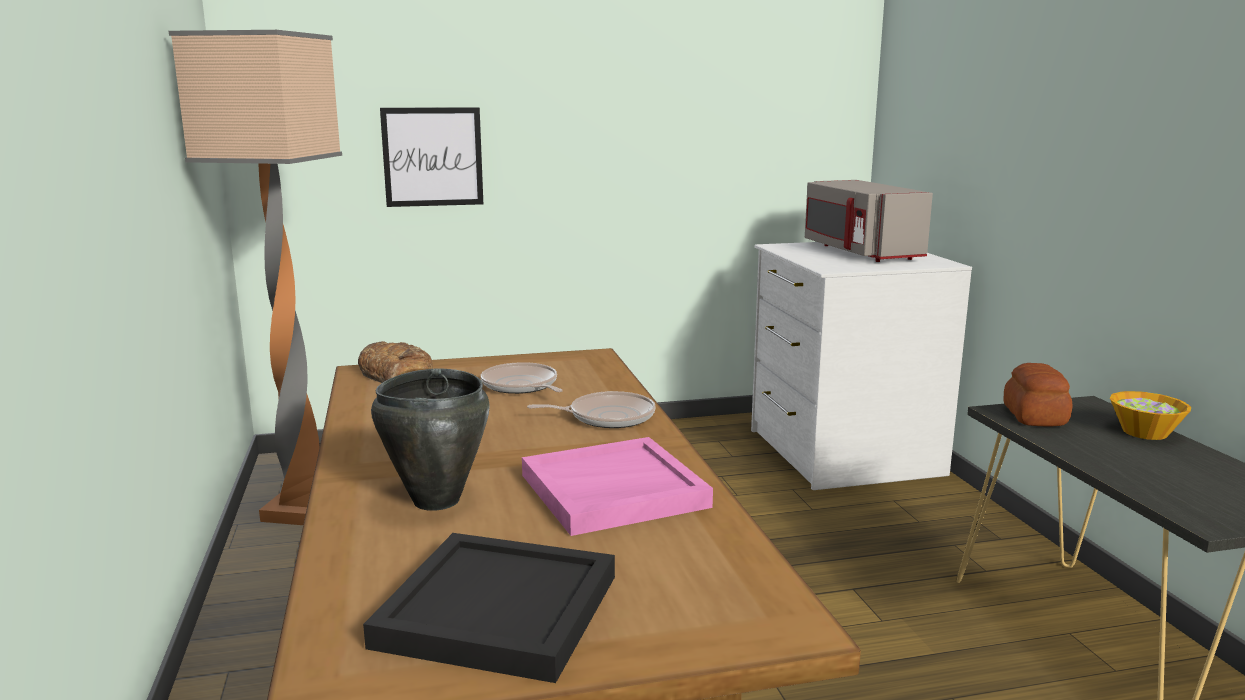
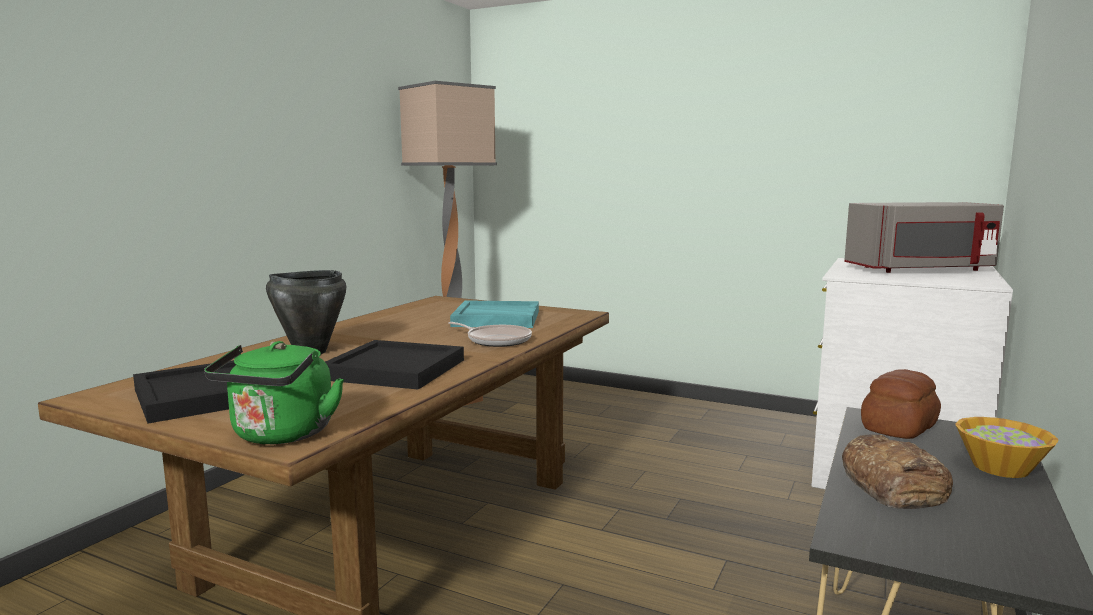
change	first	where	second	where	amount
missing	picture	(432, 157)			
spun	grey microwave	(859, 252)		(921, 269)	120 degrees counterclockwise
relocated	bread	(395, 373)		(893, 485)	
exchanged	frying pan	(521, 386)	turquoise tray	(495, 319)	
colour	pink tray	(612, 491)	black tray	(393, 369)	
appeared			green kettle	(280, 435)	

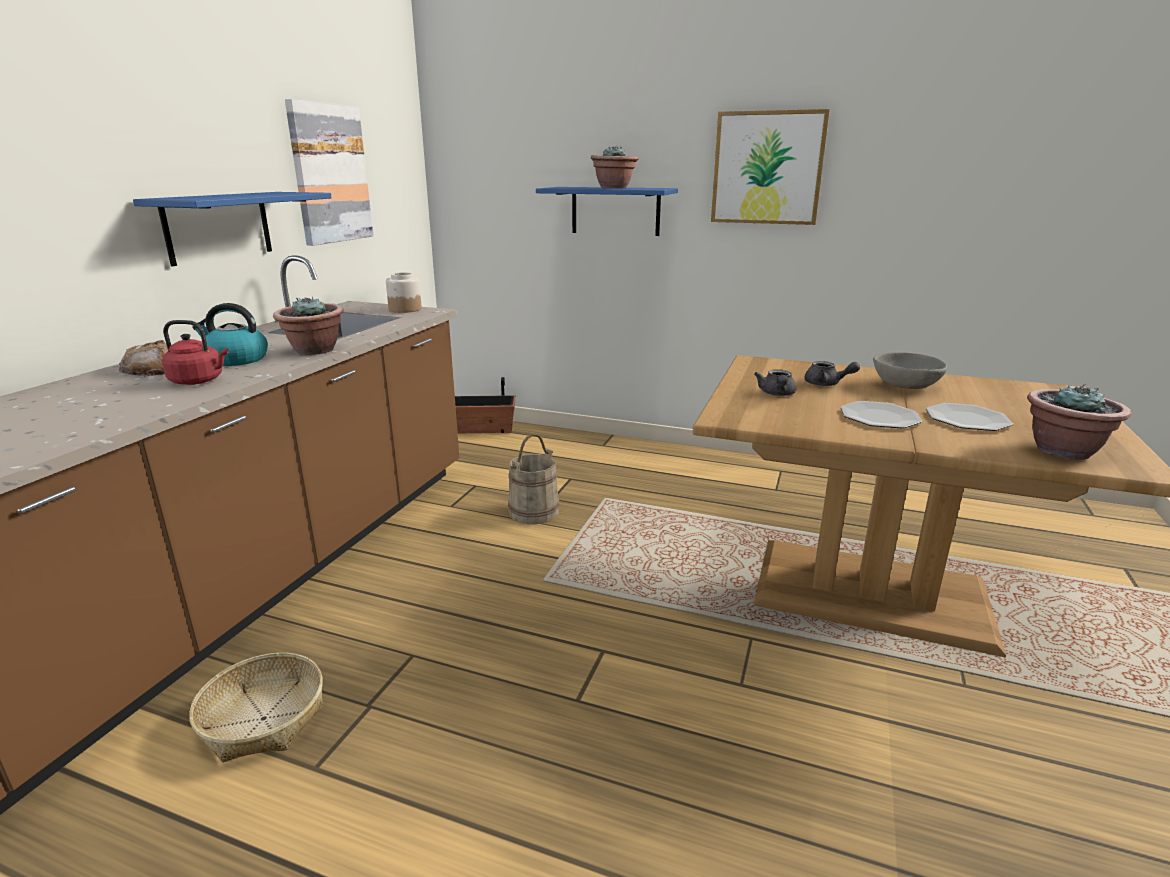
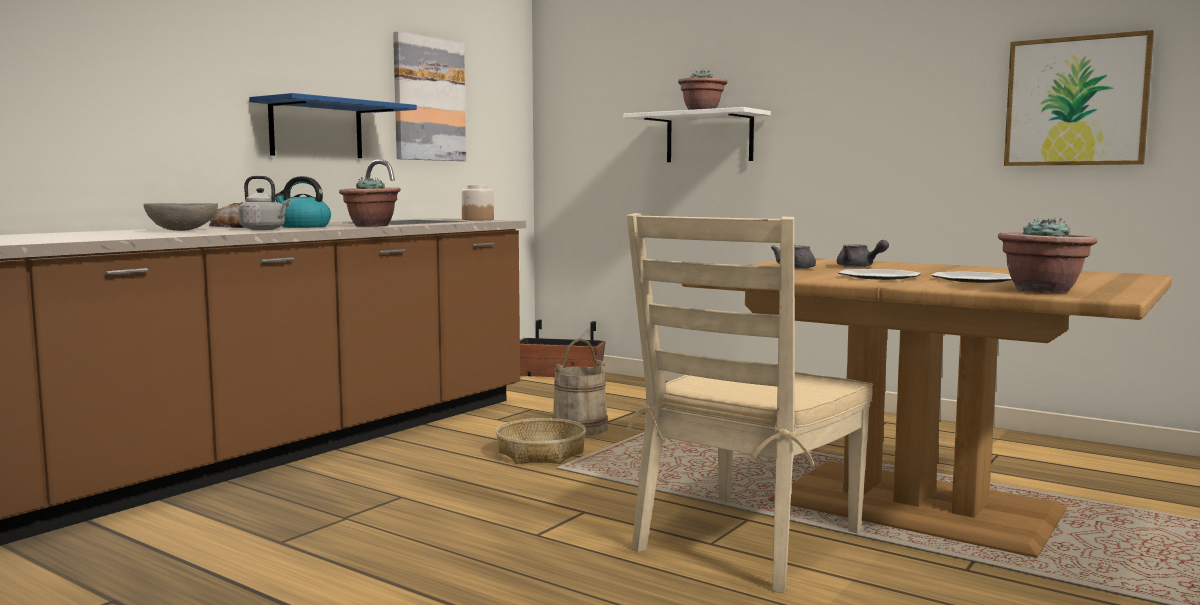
change	first	where	second	where	amount
relocated	picture	(767, 168)		(1076, 101)	
colour	blue shelf	(615, 211)	white shelf	(709, 137)	
colour	red kettle	(199, 381)	grey kettle	(265, 229)	
relocated	grey bowl	(905, 386)		(182, 230)	
relocated	basket	(263, 718)		(540, 453)	
appeared			beige chair	(747, 542)	

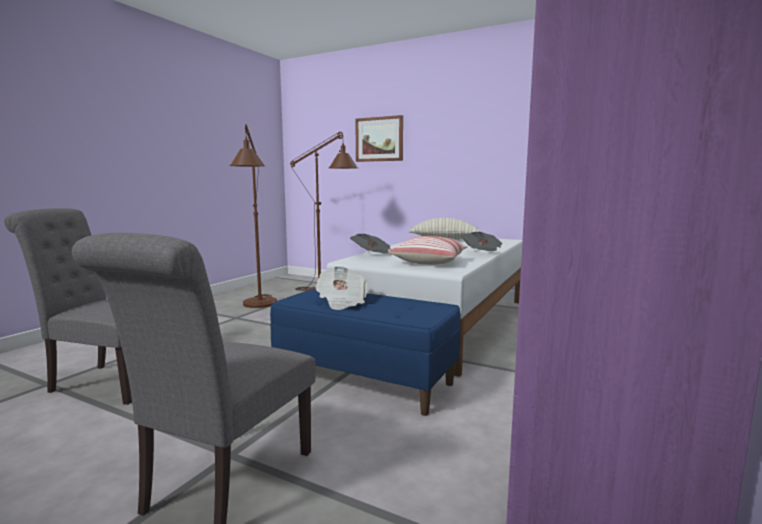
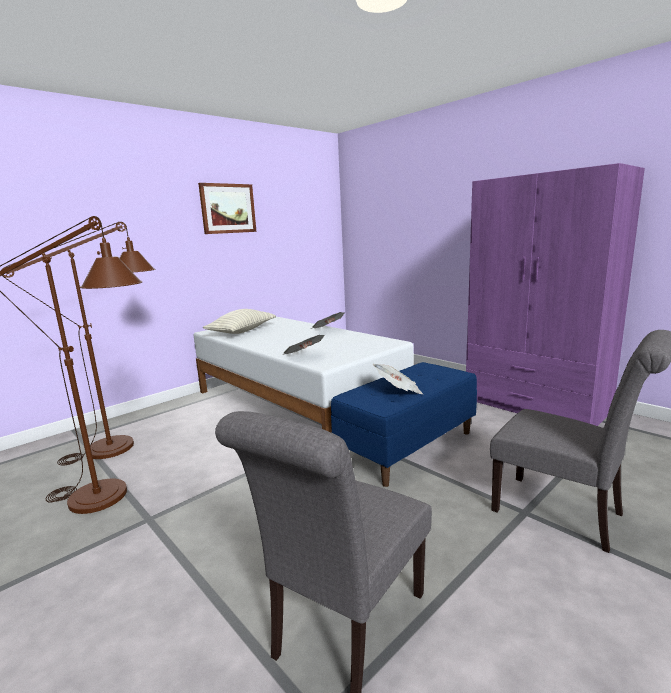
change	first	where	second	where	amount
relocated	picture	(379, 139)		(228, 208)	
missing	pillow	(429, 262)			

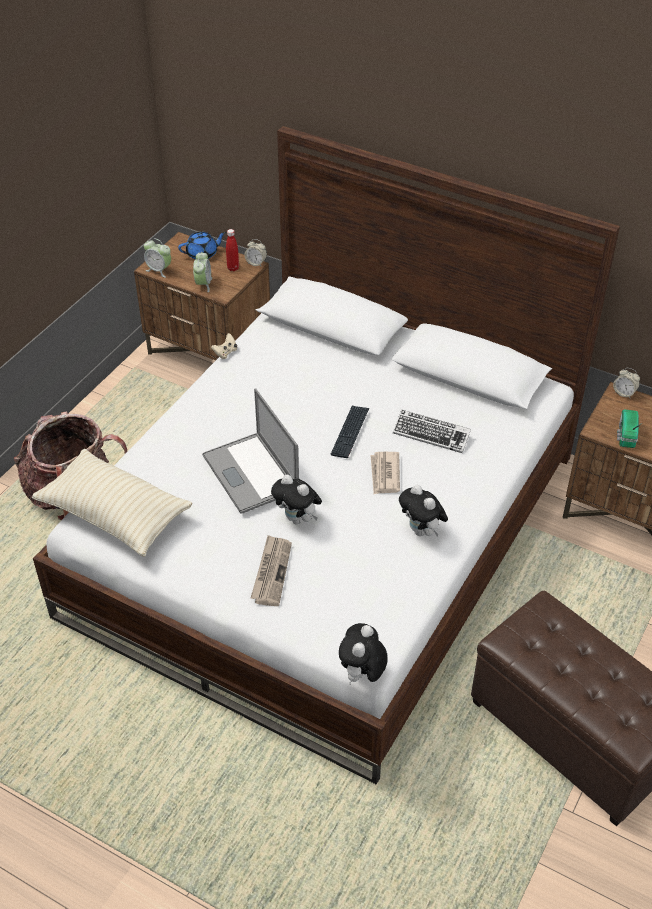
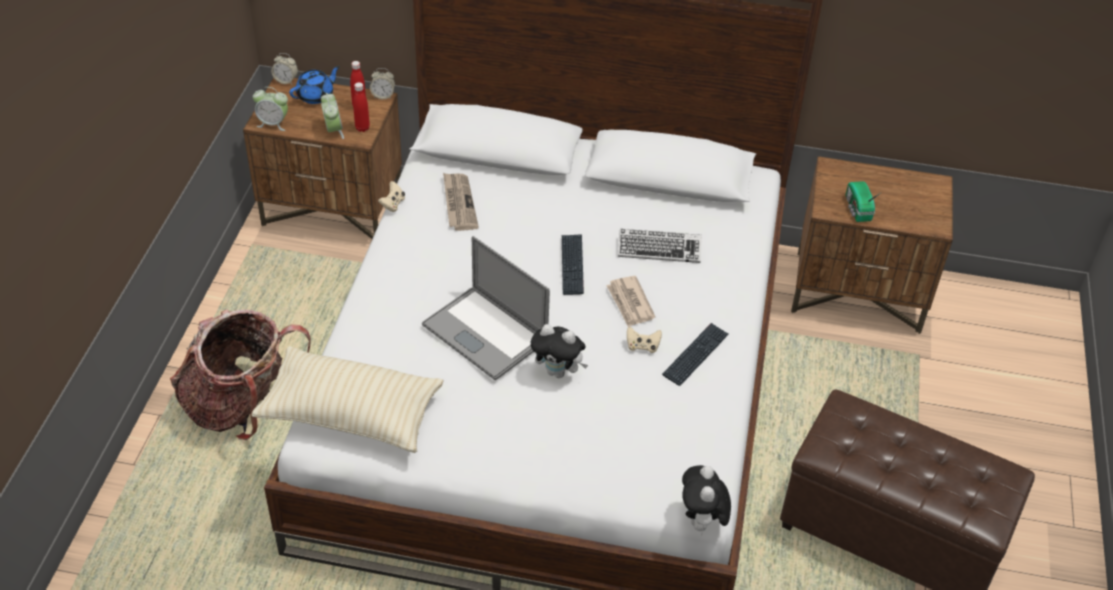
change	first	where	second	where	amount
relocated	alarm clock	(624, 393)		(286, 80)	
exchanged	plush toy	(422, 531)	keyboard	(695, 355)	
relocated	newspaper	(271, 572)		(458, 203)	
appeared			red bottle	(362, 128)	
appeared			beige game controller	(642, 346)	

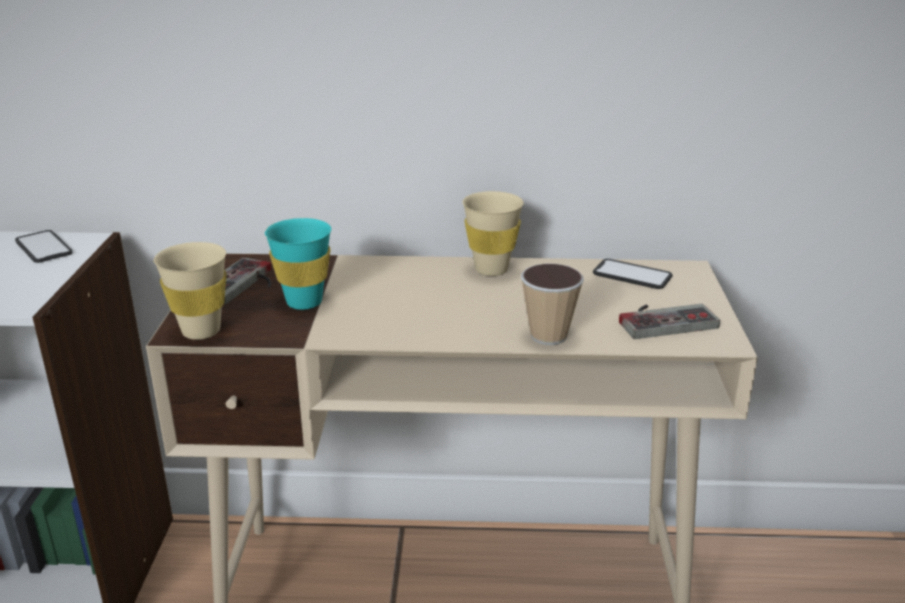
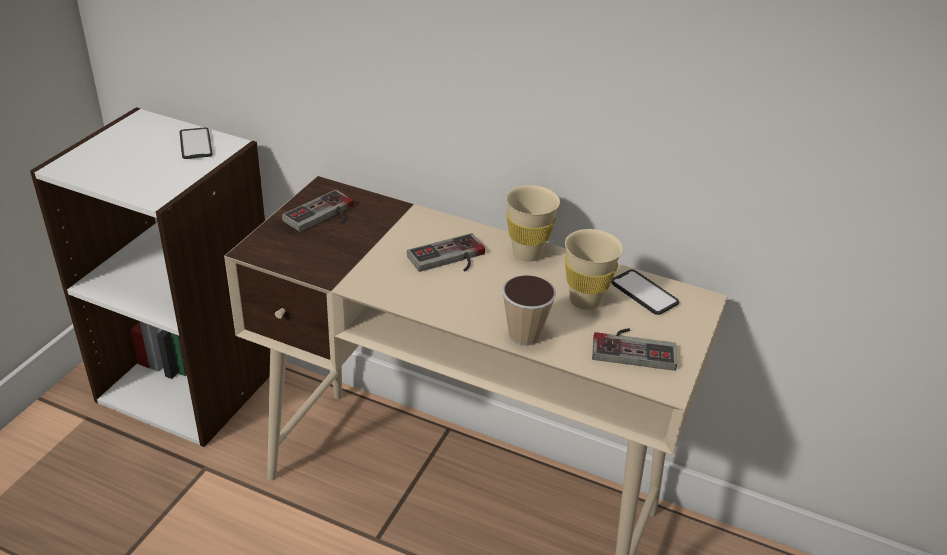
change	first	where	second	where	amount
missing	turquoise cup	(304, 302)			
relocated	beige cup	(201, 331)		(585, 301)	
appeared			game controller	(450, 259)	

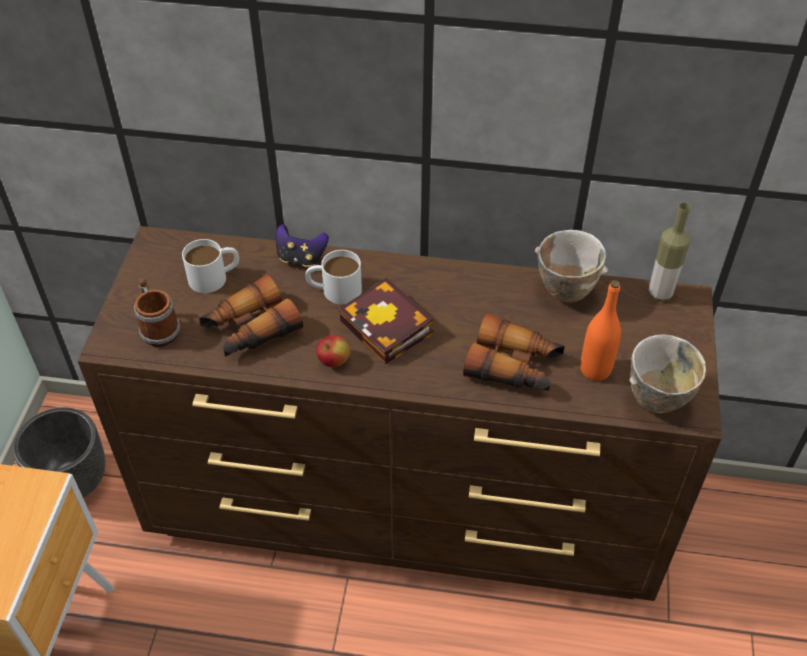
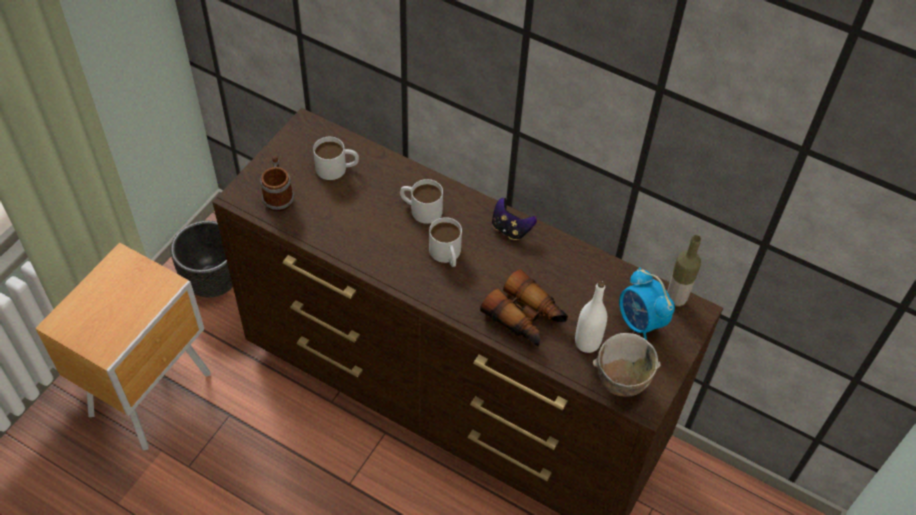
change	first	where	second	where	amount
relocated	game controller	(301, 258)		(510, 229)	
missing	bowl	(563, 292)			
missing	binoculars	(250, 330)			
exchanged	book	(390, 329)	white mug	(447, 255)	
colour	orange bottle	(595, 370)	white bottle	(587, 342)	
missing	apple	(334, 361)			
appeared			alarm clock	(640, 322)	

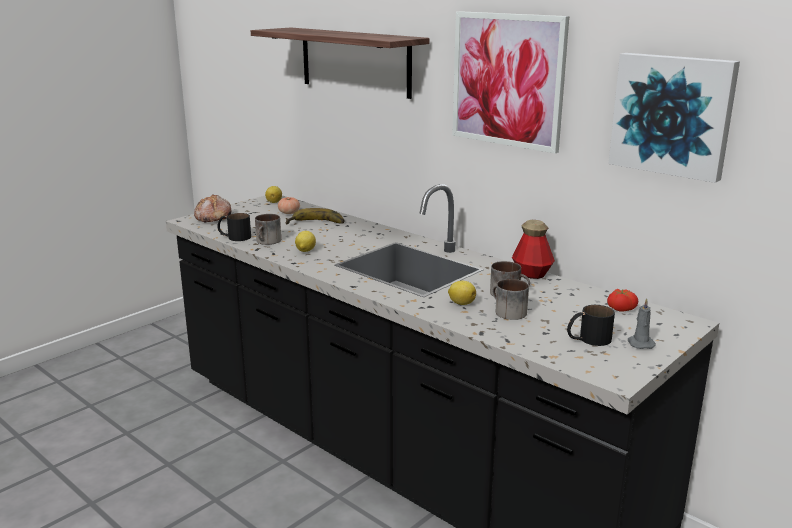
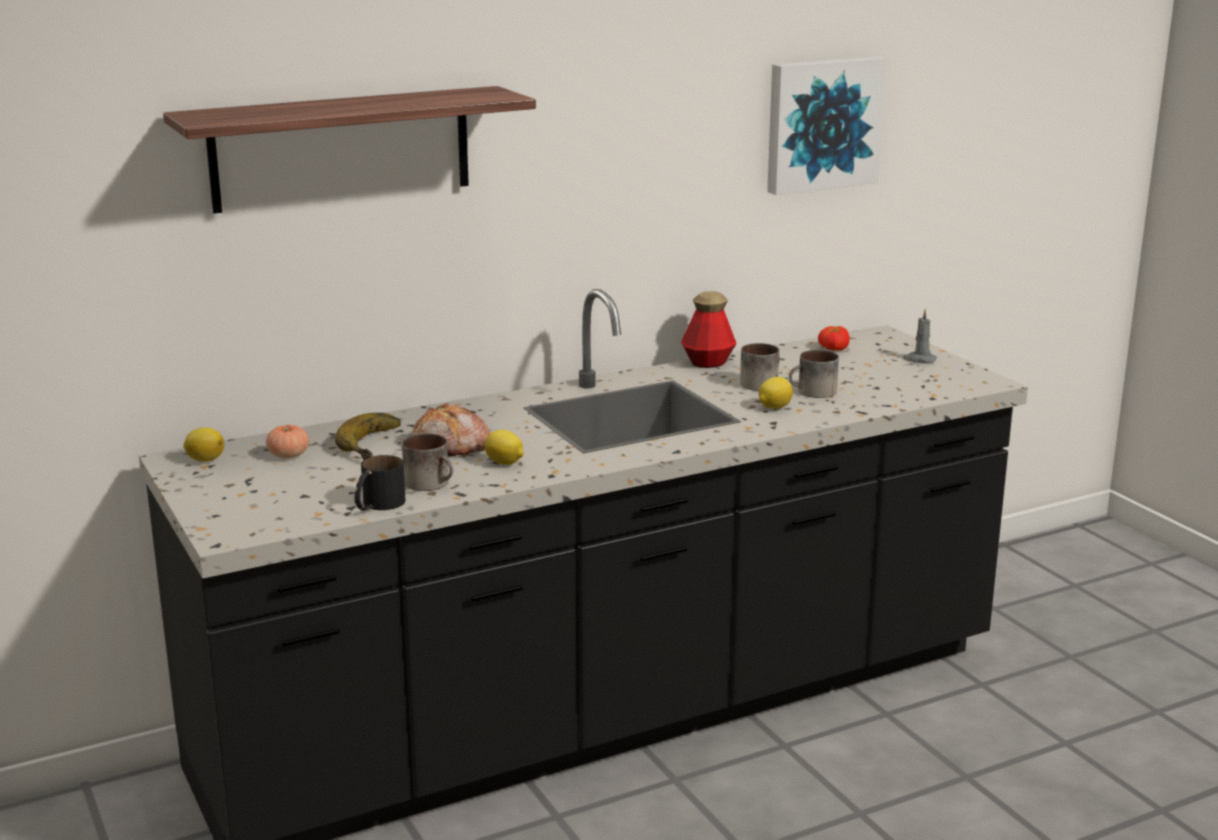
change	first	where	second	where	amount
missing	picture	(508, 80)			
relocated	bread	(212, 217)		(452, 446)	
missing	black mug	(588, 339)			

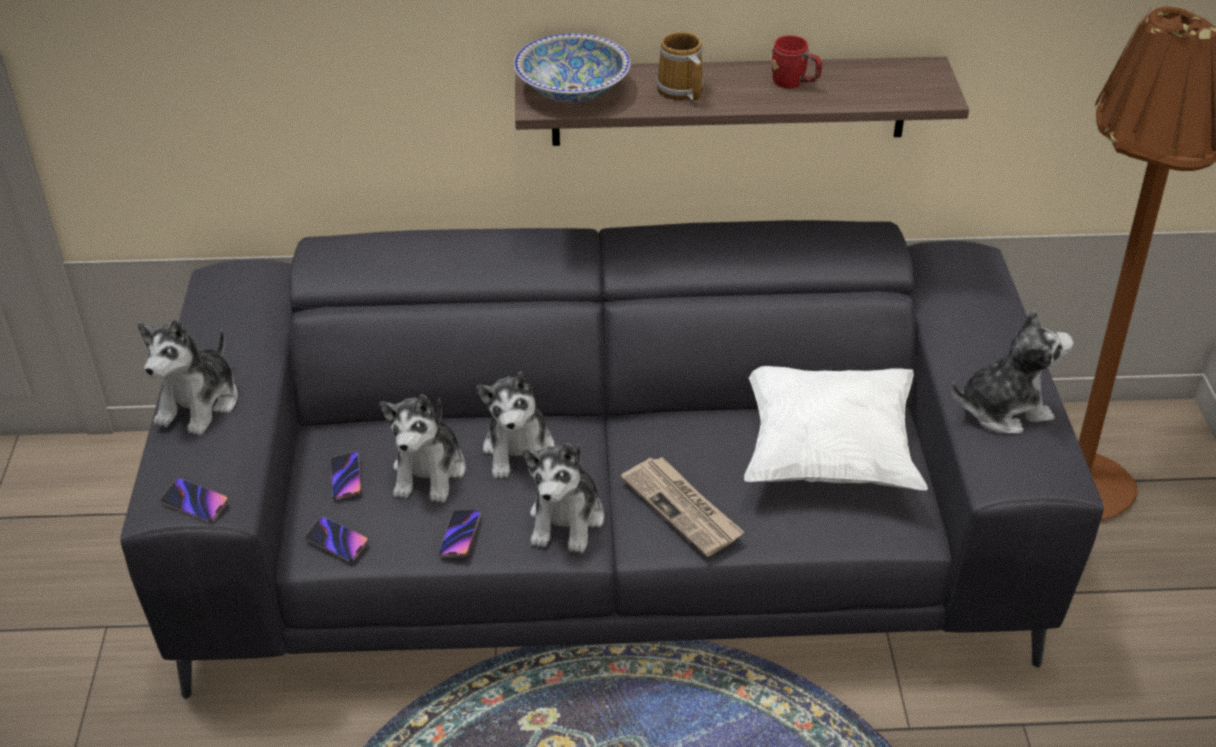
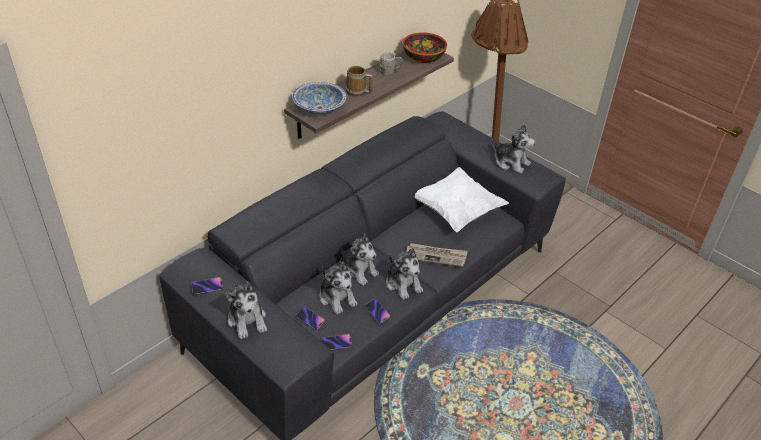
change	first	where	second	where	amount
colour	red mug	(794, 83)	grey mug	(390, 72)	
spun	plush toy	(1003, 409)		(511, 162)	90 degrees clockwise
relocated	phone	(195, 503)		(207, 287)	
appeared			bowl	(424, 57)	

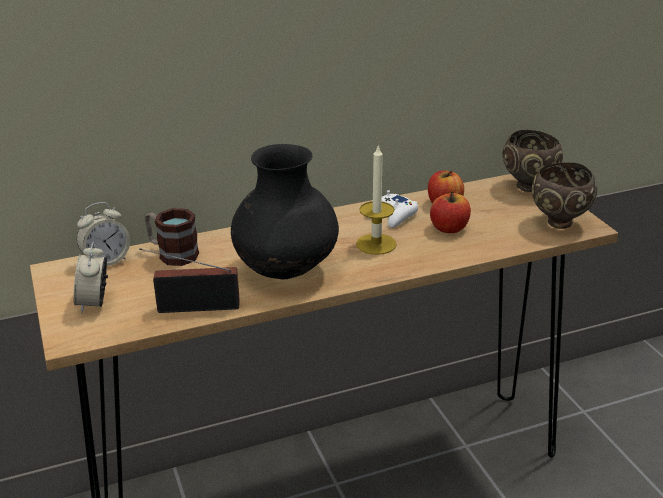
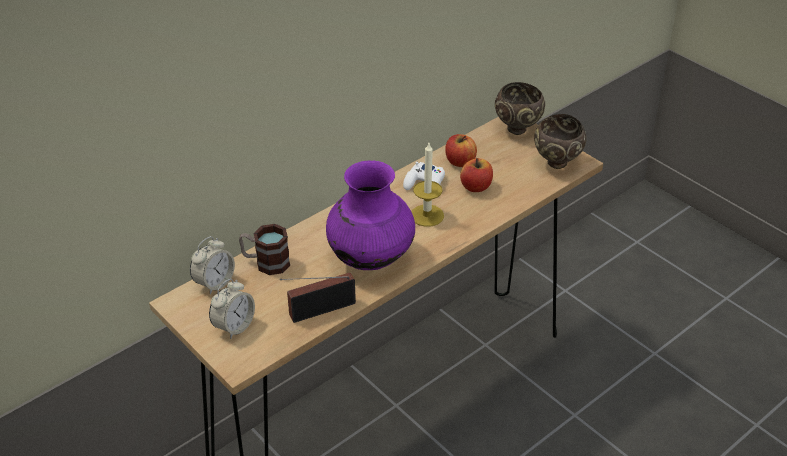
change	first	where	second	where	amount
colour	black vase	(286, 270)	purple vase	(371, 258)	
spun	alarm clock	(94, 303)		(234, 326)	120 degrees counterclockwise

